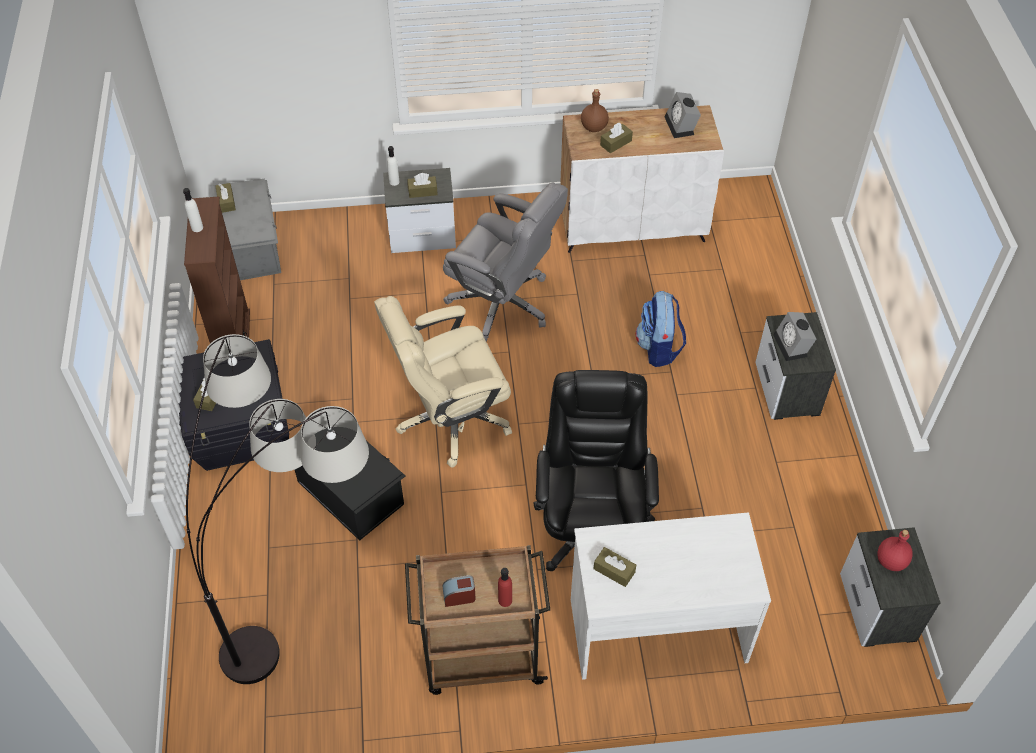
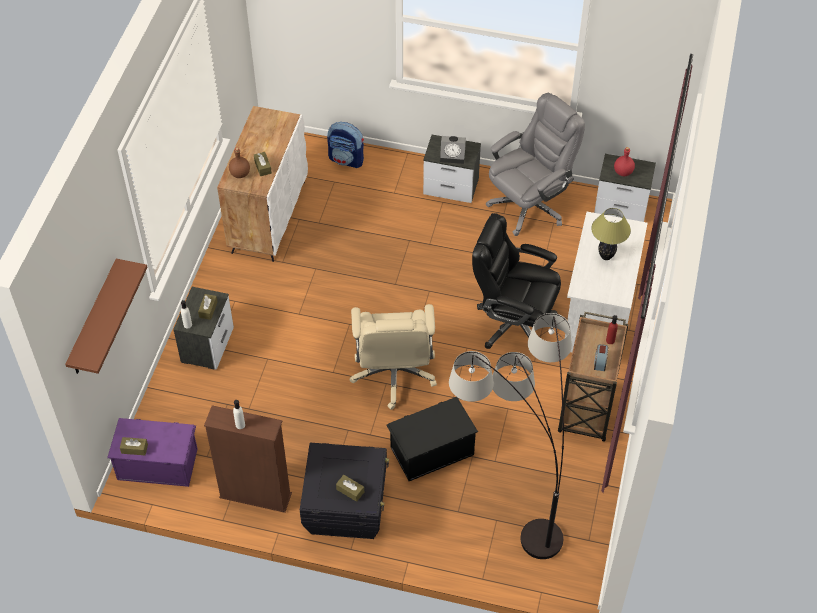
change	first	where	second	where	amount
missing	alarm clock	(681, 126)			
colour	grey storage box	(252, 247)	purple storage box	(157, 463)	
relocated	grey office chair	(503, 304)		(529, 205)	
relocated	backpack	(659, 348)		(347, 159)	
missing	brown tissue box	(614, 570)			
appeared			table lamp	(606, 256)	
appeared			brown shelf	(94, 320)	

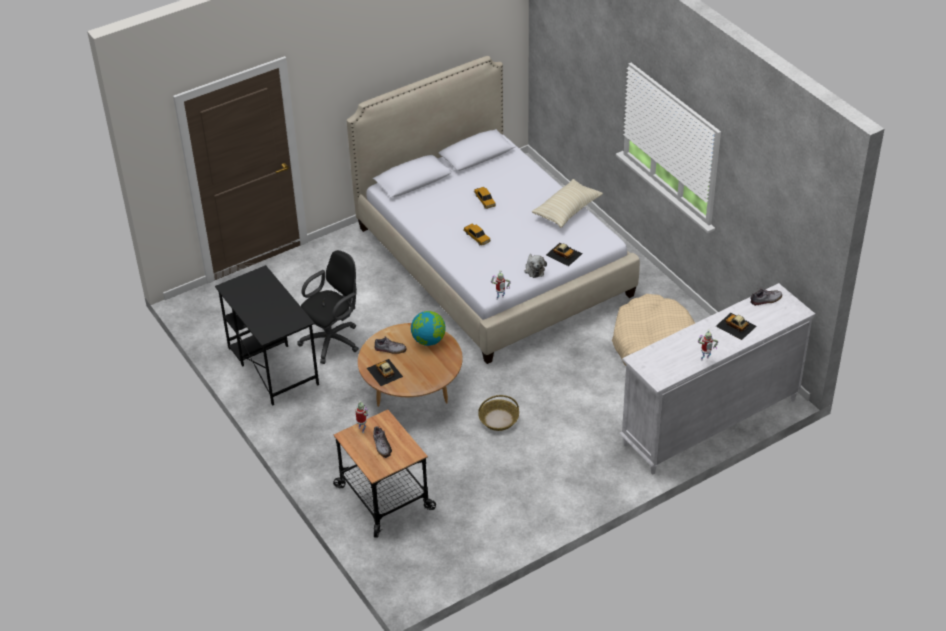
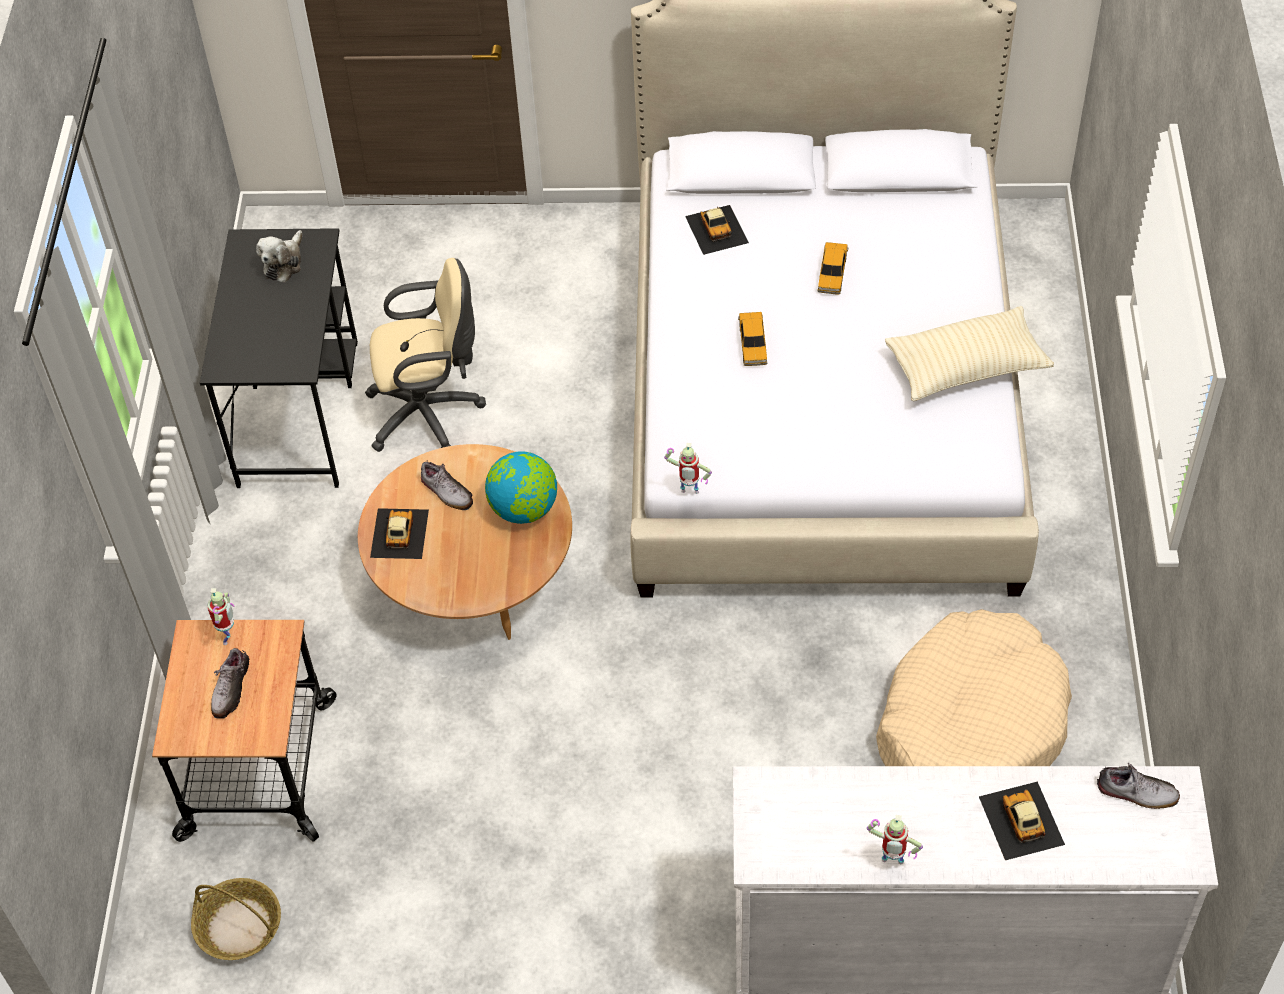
change	first	where	second	where	amount
relocated	toy car	(564, 254)		(717, 229)	
colour	black office chair	(333, 340)	beige office chair	(430, 413)	
relocated	plush toy	(534, 269)		(284, 263)	
relocated	basket	(498, 419)		(238, 926)	

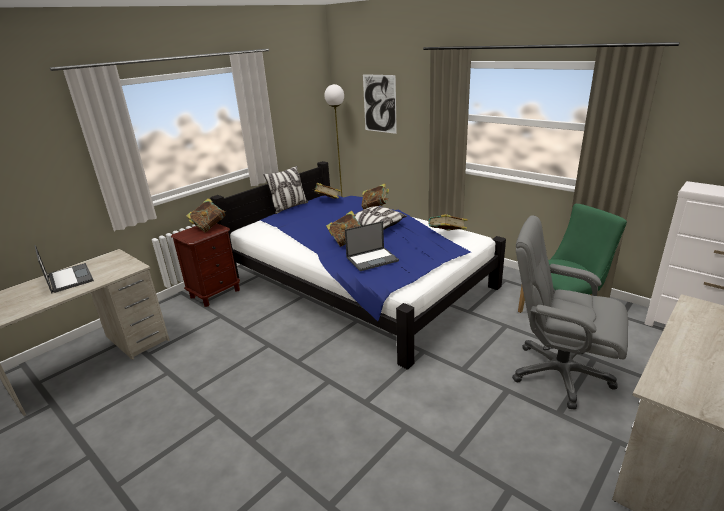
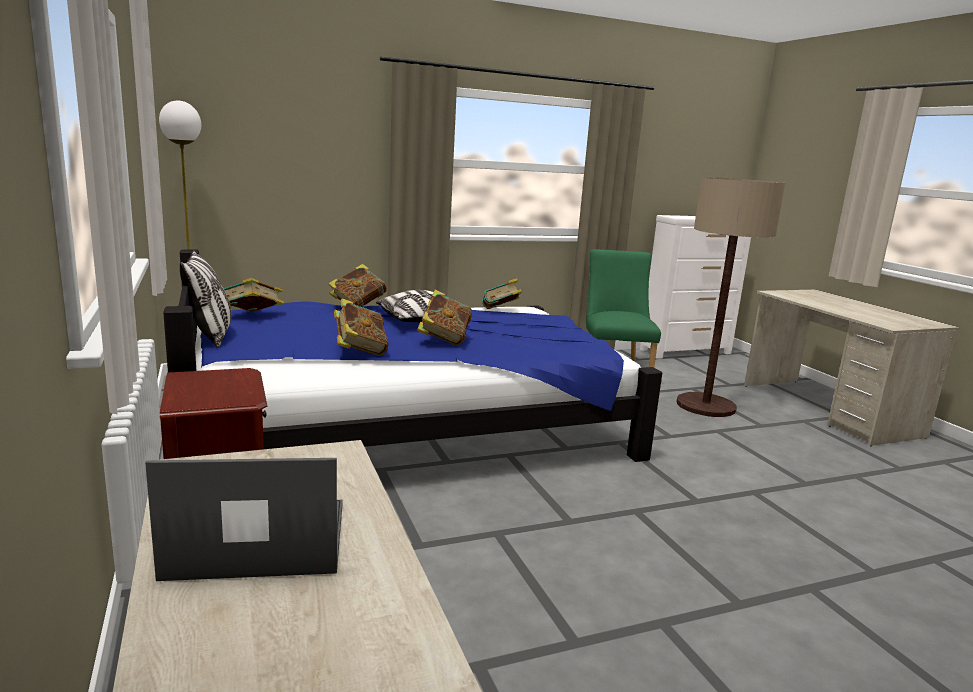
change	first	where	second	where	amount
missing	picture	(379, 104)			
relocated	book	(209, 227)		(360, 351)	
exchanged	grey office chair	(558, 373)	floor lamp	(705, 406)	
missing	laptop	(372, 259)			

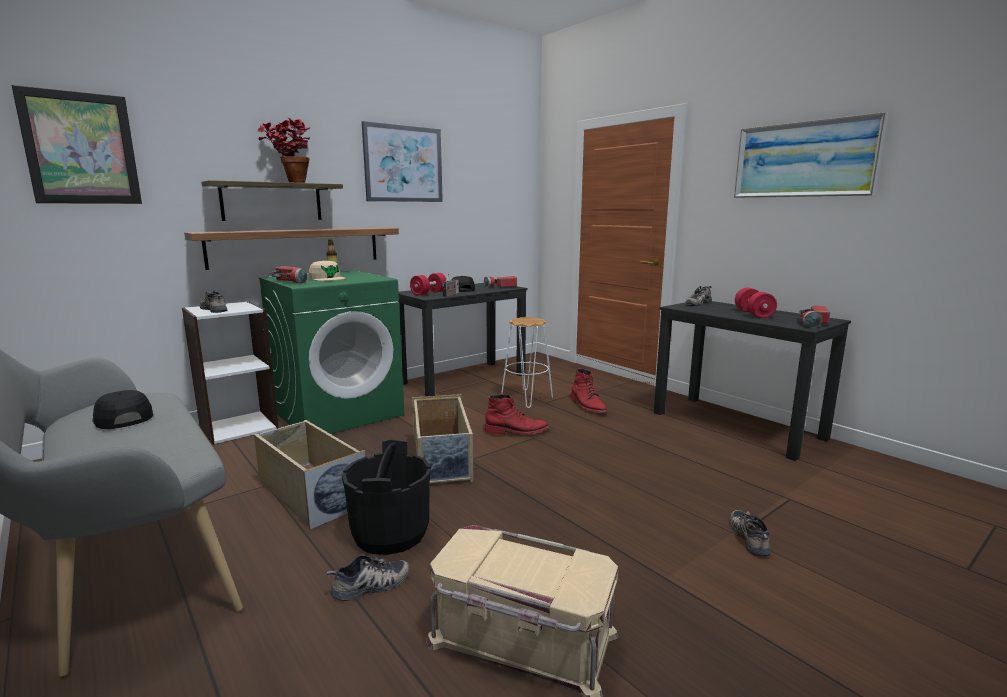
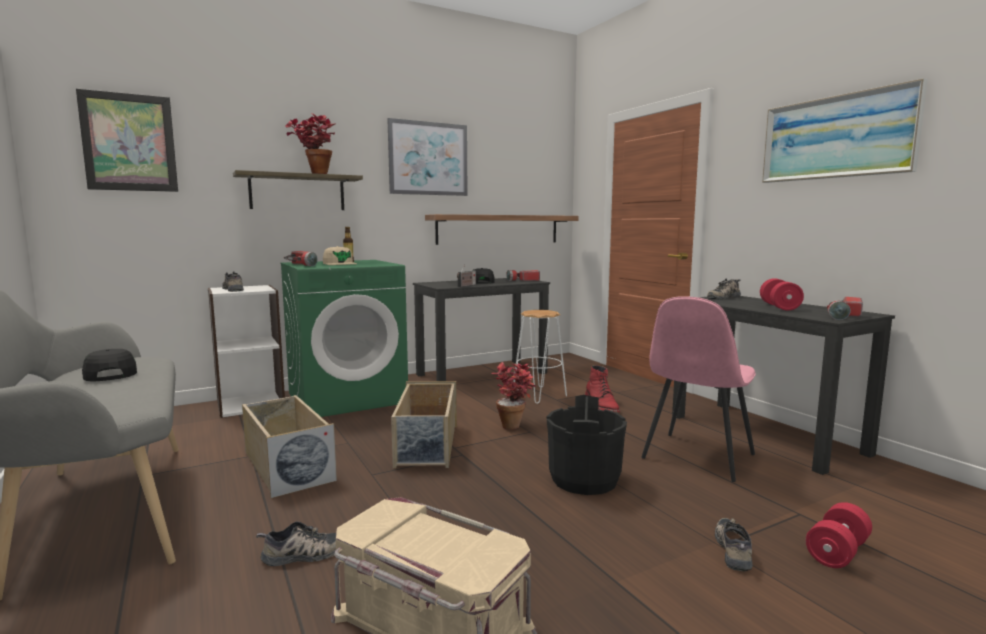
change	first	where	second	where	amount
relocated	shelf	(297, 247)		(498, 229)	
relocated	red dumbbell	(429, 293)		(837, 552)	
exchanged	red boot	(516, 431)	potted plant	(515, 425)	
relocated	black bucket	(390, 533)		(584, 479)	
appeared			pink chair	(697, 457)	

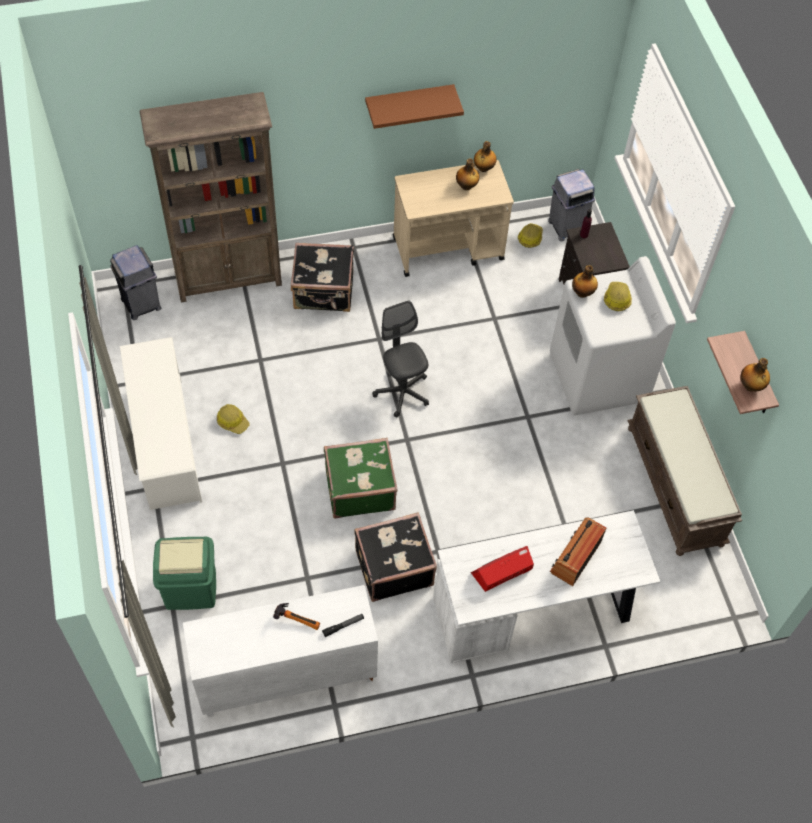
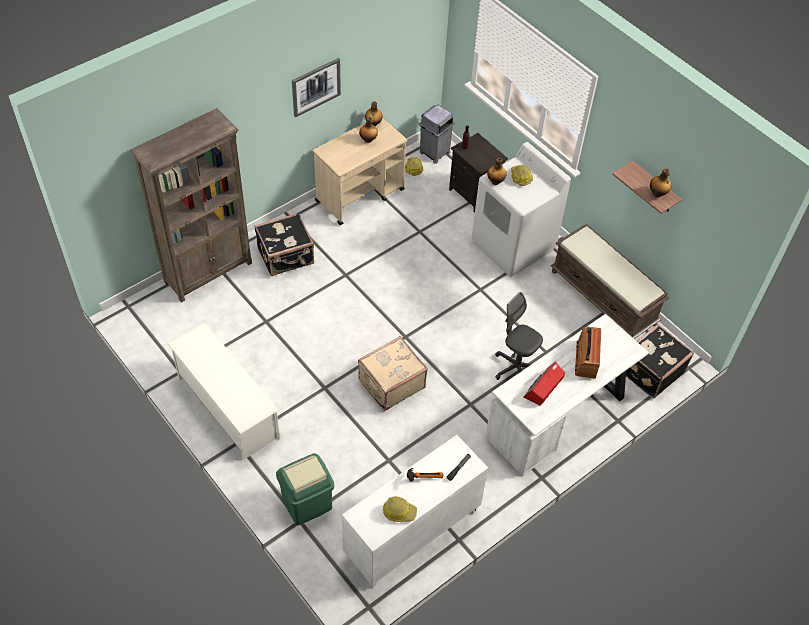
change	first	where	second	where	amount
exchanged	brown shelf	(409, 102)	picture	(316, 87)	
missing	grey trash can	(141, 305)			
relocated	grey office chair	(402, 392)		(515, 368)	
relocated	hard hat	(233, 421)		(399, 511)	
colour	green suitcase	(359, 488)	beige suitcase	(390, 383)	
relocated	black suitcase	(393, 566)		(650, 371)	

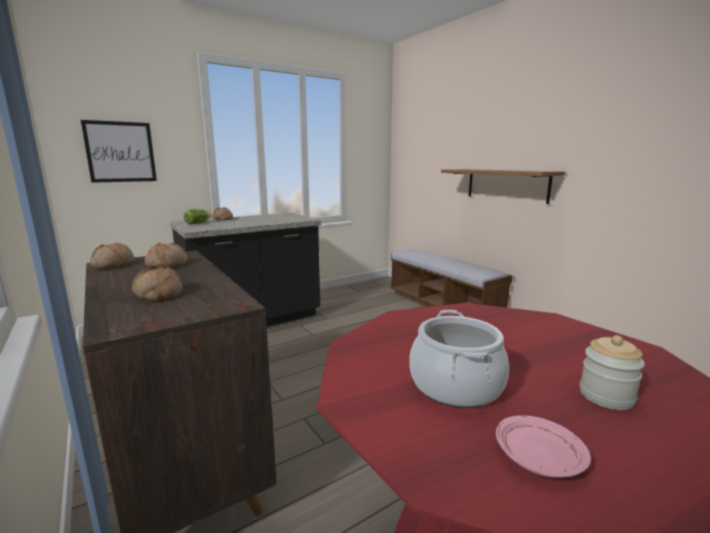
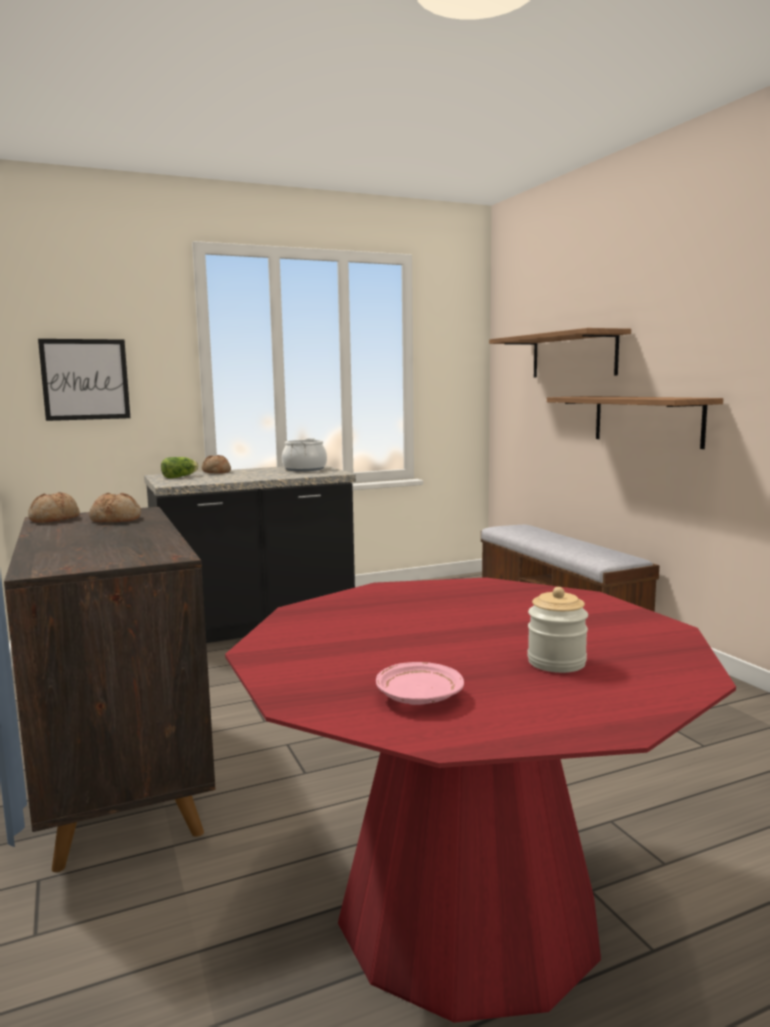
change	first	where	second	where	amount
missing	bread	(158, 294)			
relocated	cooking pot	(455, 385)		(304, 469)	
appeared			shelf	(573, 355)	

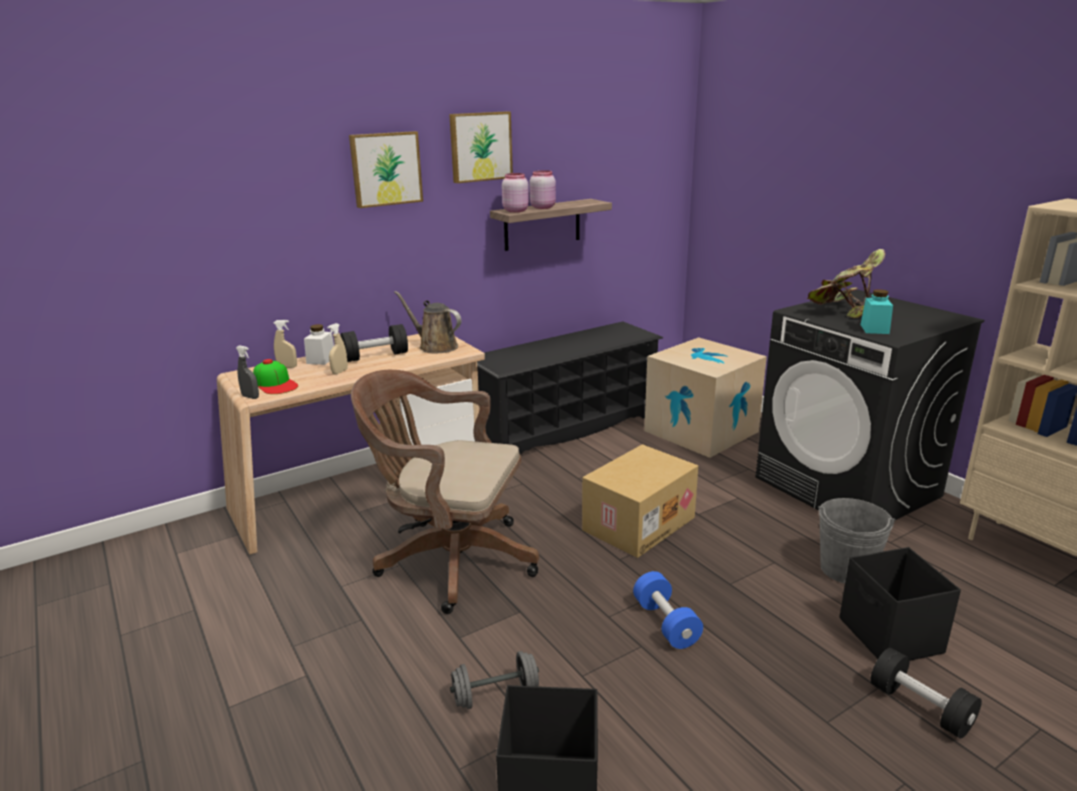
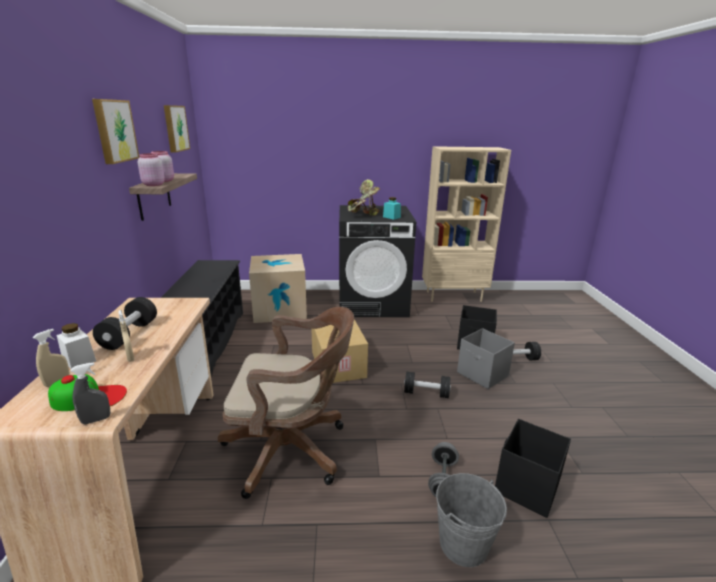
change	first	where	second	where	amount
relocated	picture	(385, 169)		(175, 128)	
missing	brown watering can	(435, 346)			
spun	brown office chair	(449, 559)		(292, 450)	135 degrees counterclockwise
relocated	grey bucket	(846, 569)		(463, 544)	
colour	blue dumbbell	(666, 623)	black dumbbell	(426, 393)	
appeared			grey storage box	(482, 375)	

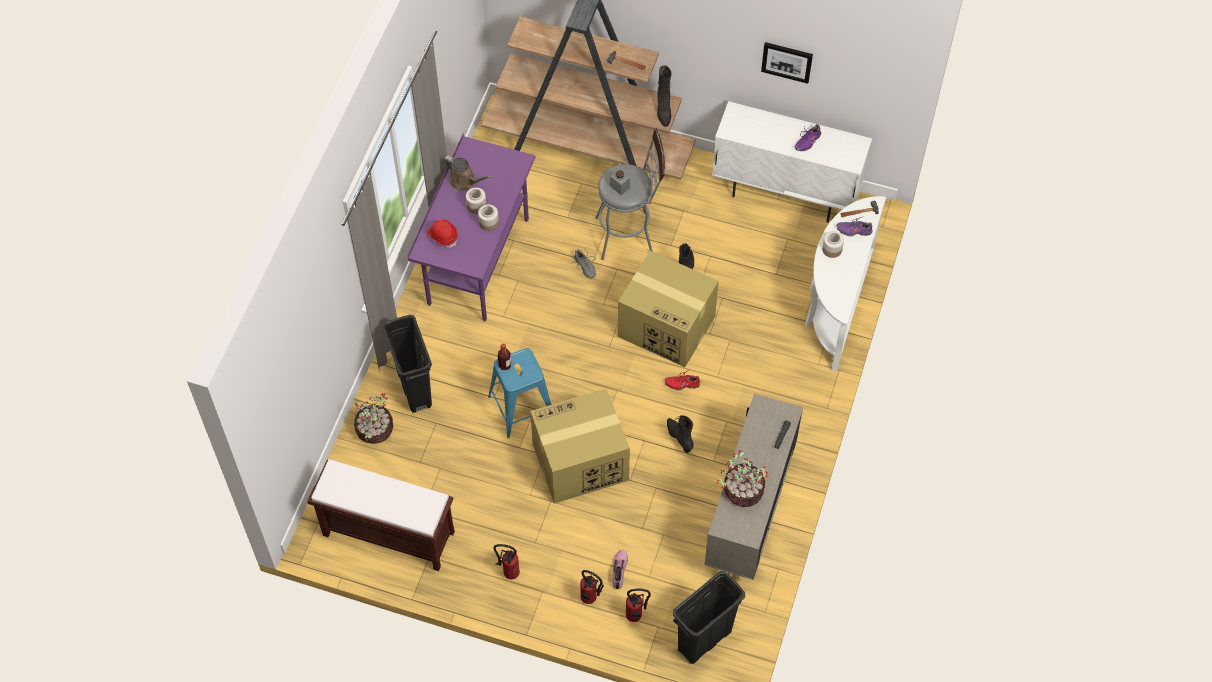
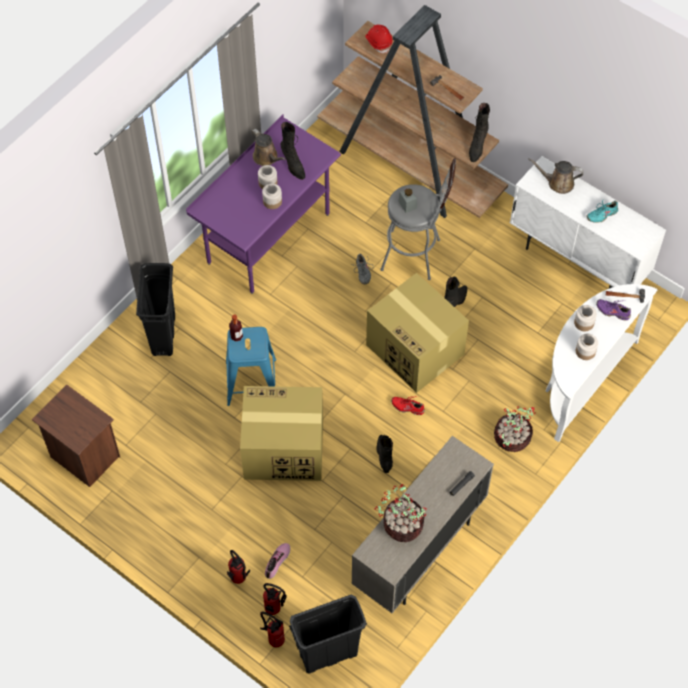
change	first	where	second	where	amount
missing	picture	(787, 61)			
colour	purple shoe	(807, 141)	turquoise shoe	(602, 214)	
relocated	red hard hat	(443, 236)		(378, 42)	
relocated	potted plant	(374, 431)		(511, 439)	
exchanged	brown bench	(387, 534)	brown nightstand	(84, 457)	
relocated	fire extinguisher	(509, 572)		(274, 638)	
appeared			black boot	(293, 165)	
appeared			brown watering can	(558, 183)	
appeared			jar	(585, 351)	

